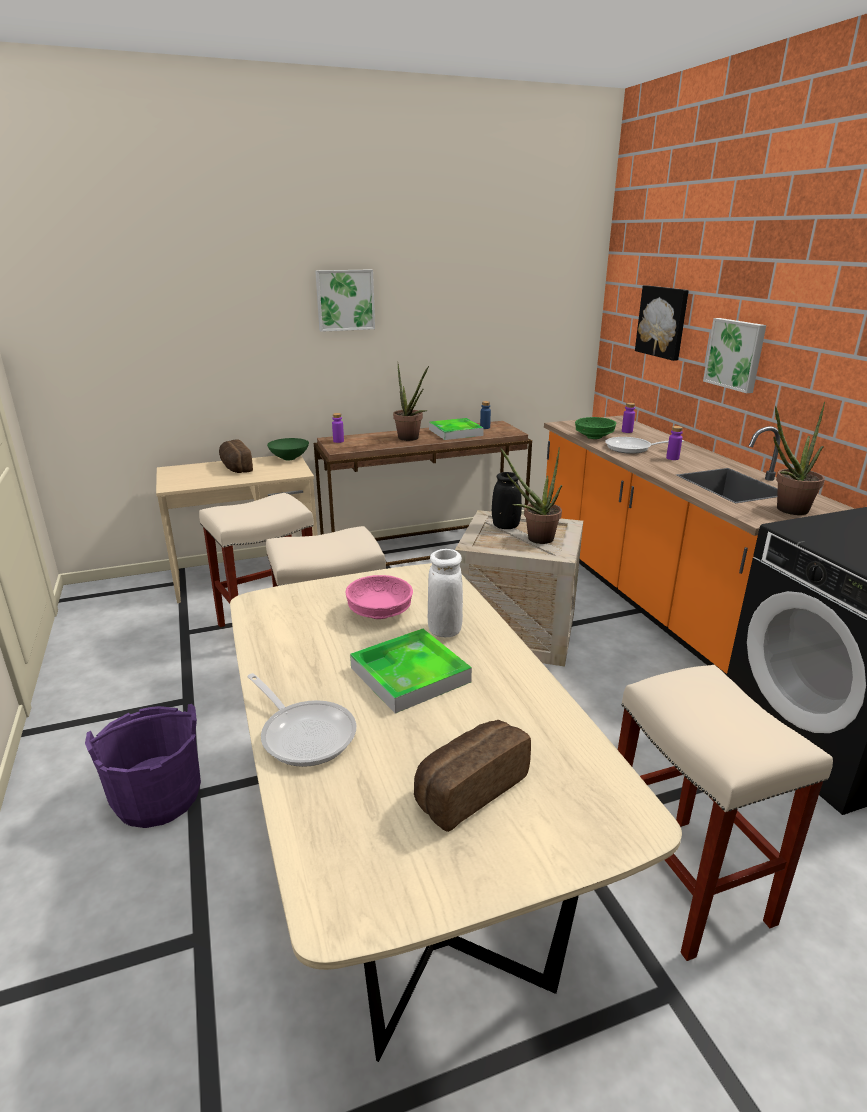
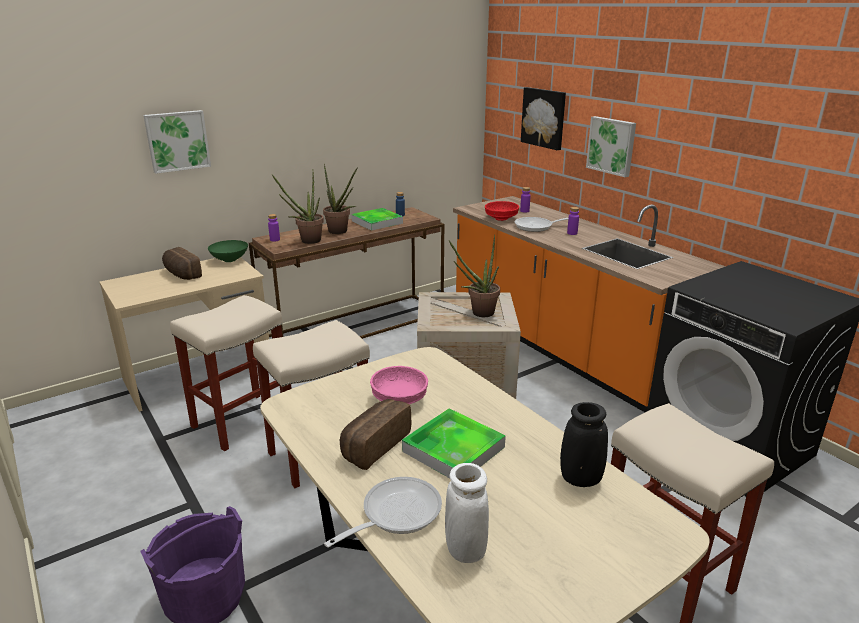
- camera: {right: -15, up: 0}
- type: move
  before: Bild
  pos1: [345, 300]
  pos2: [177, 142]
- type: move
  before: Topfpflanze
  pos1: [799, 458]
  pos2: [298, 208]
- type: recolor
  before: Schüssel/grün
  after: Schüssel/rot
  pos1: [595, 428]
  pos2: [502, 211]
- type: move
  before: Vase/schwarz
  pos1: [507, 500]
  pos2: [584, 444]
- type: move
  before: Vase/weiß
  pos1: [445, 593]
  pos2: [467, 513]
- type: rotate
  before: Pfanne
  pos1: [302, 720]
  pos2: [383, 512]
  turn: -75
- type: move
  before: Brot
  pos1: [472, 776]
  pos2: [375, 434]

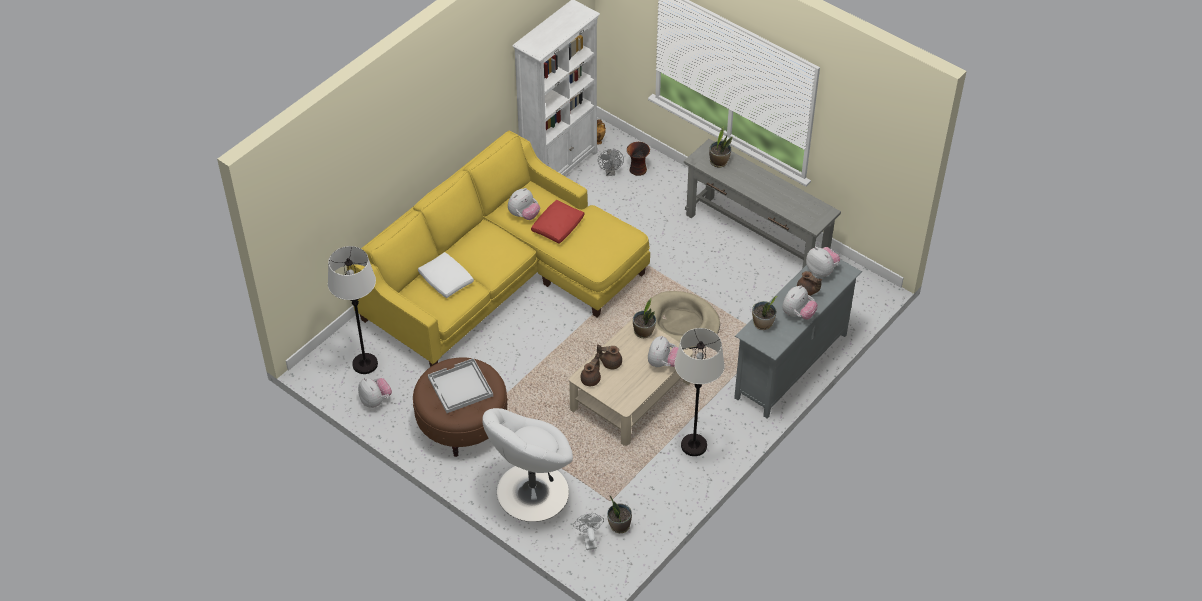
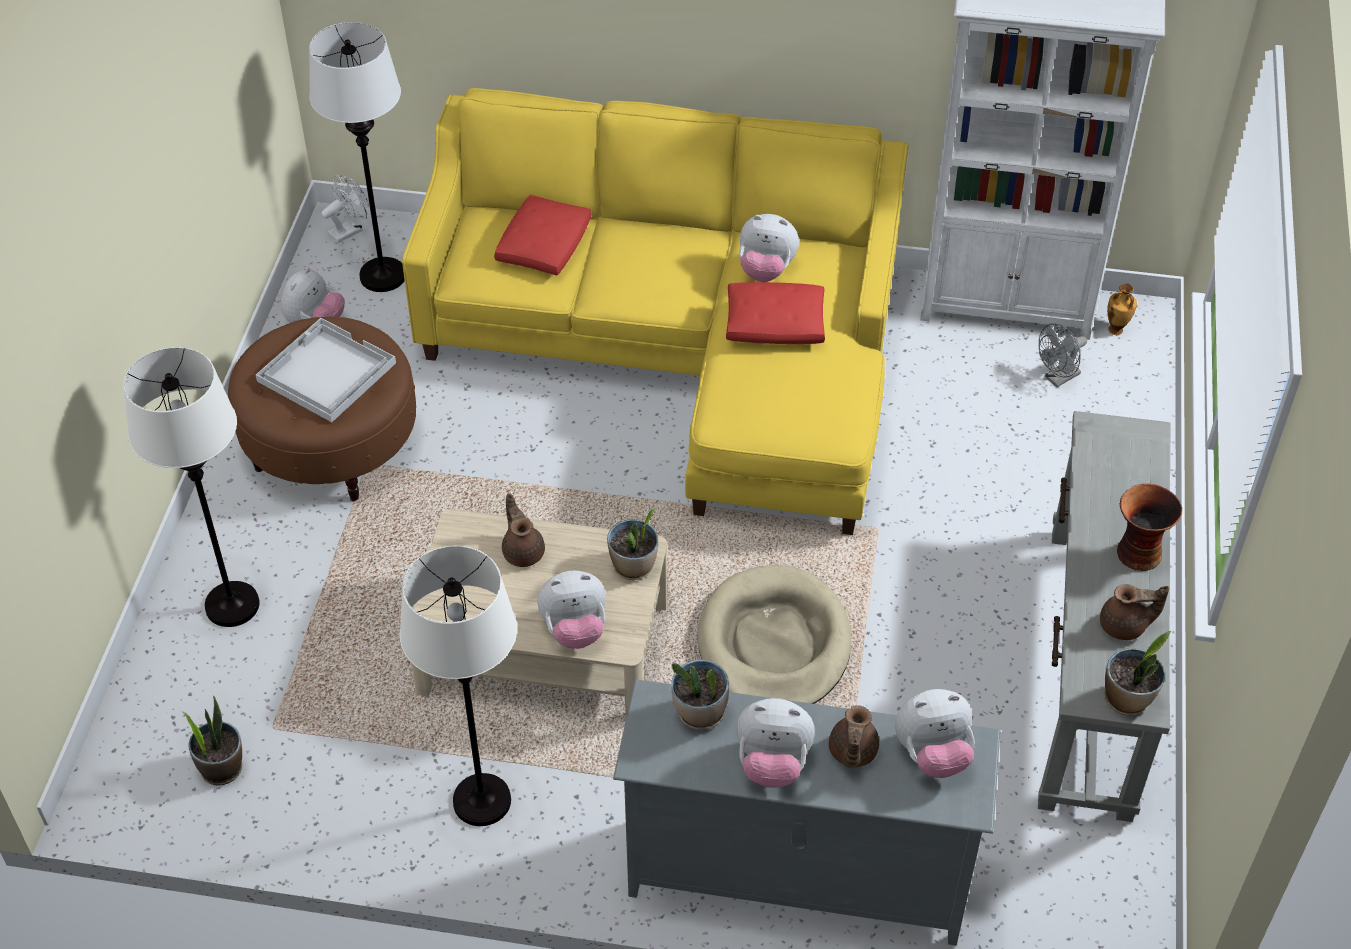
- camera: {right: 60, up: 0}
- type: move
  before: Topfpflanze
  pos1: [720, 147]
  pos2: [1137, 673]
- type: move
  before: Vase
  pos1: [638, 159]
  pos2: [1149, 527]
- type: rotate
  before: Plüschtier
  pos1: [823, 262]
  pos2: [935, 733]
  turn: 60
- type: recolor
  before: Kissen/weiß
  after: Kissen/rot
  pos1: [446, 275]
  pos2: [543, 235]
- type: move
  before: Teekanne/braun
  pos1: [590, 369]
  pos2: [1134, 612]
- type: replace
  before: Sessel/weiß
  after: Stehlampe/weiß
  pos1: [527, 465]
  pos2: [191, 487]
- type: move
  before: Ventilator/weiß
  pos1: [588, 531]
  pos2: [345, 209]

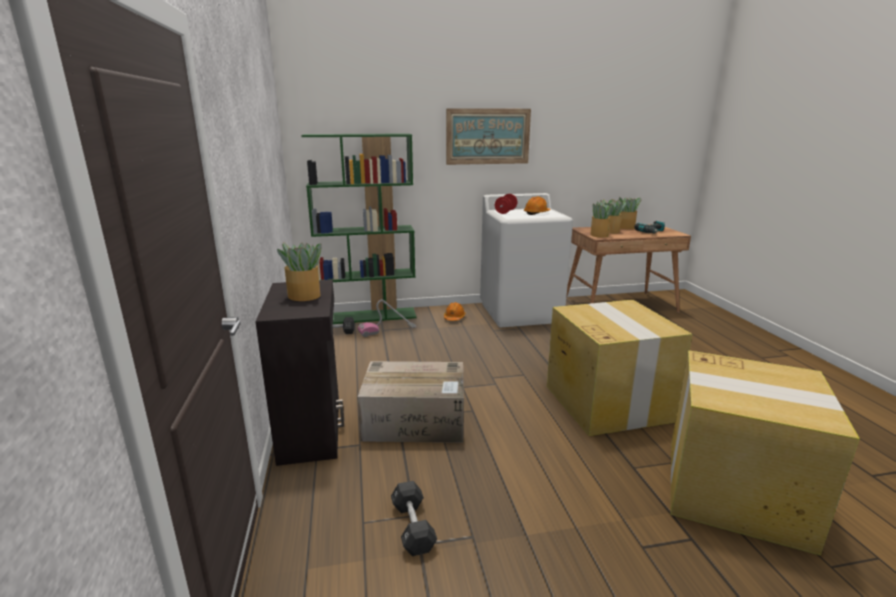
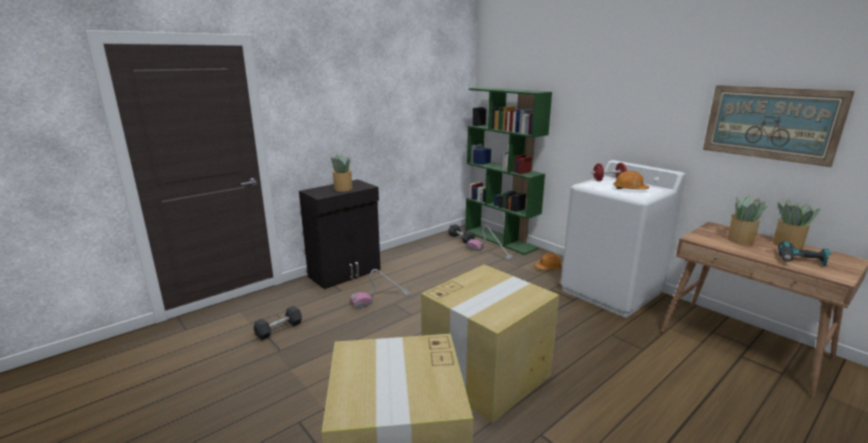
- camera: {right: 60, up: 0}
- type: move
  before: Bild
  pos1: [488, 136]
  pos2: [779, 126]
- type: delete
  before: Topfpflanze
  pos1: [601, 219]
- type: replace
  before: Karton
  after: Staubsauger
  pos1: [410, 402]
  pos2: [380, 289]

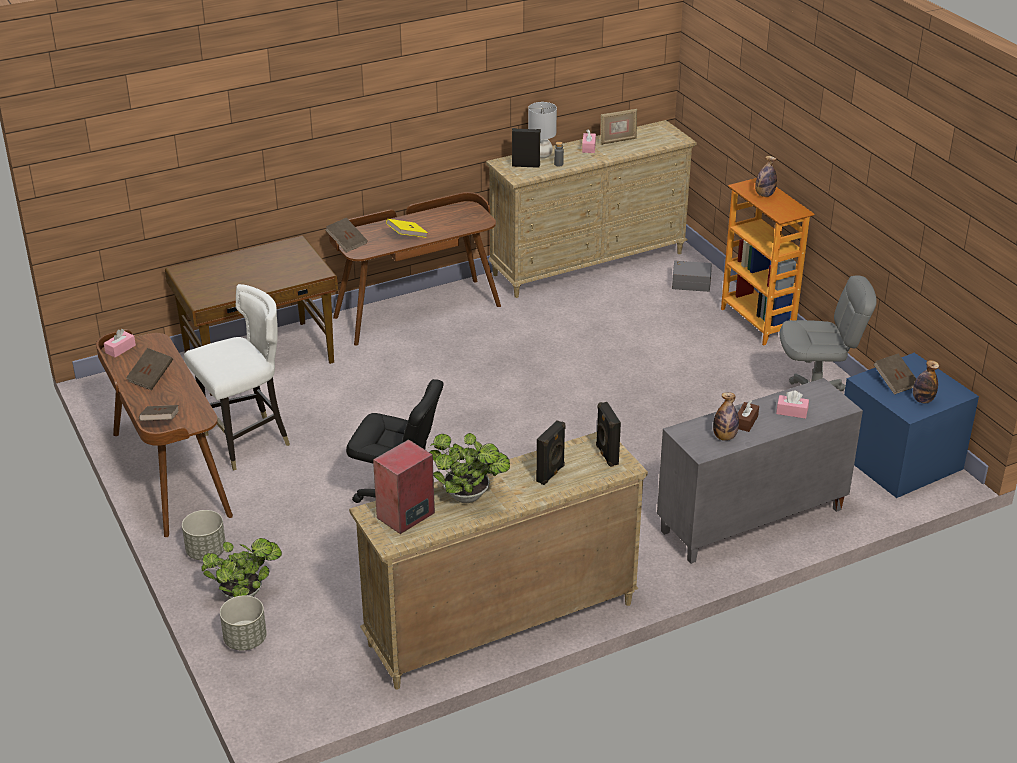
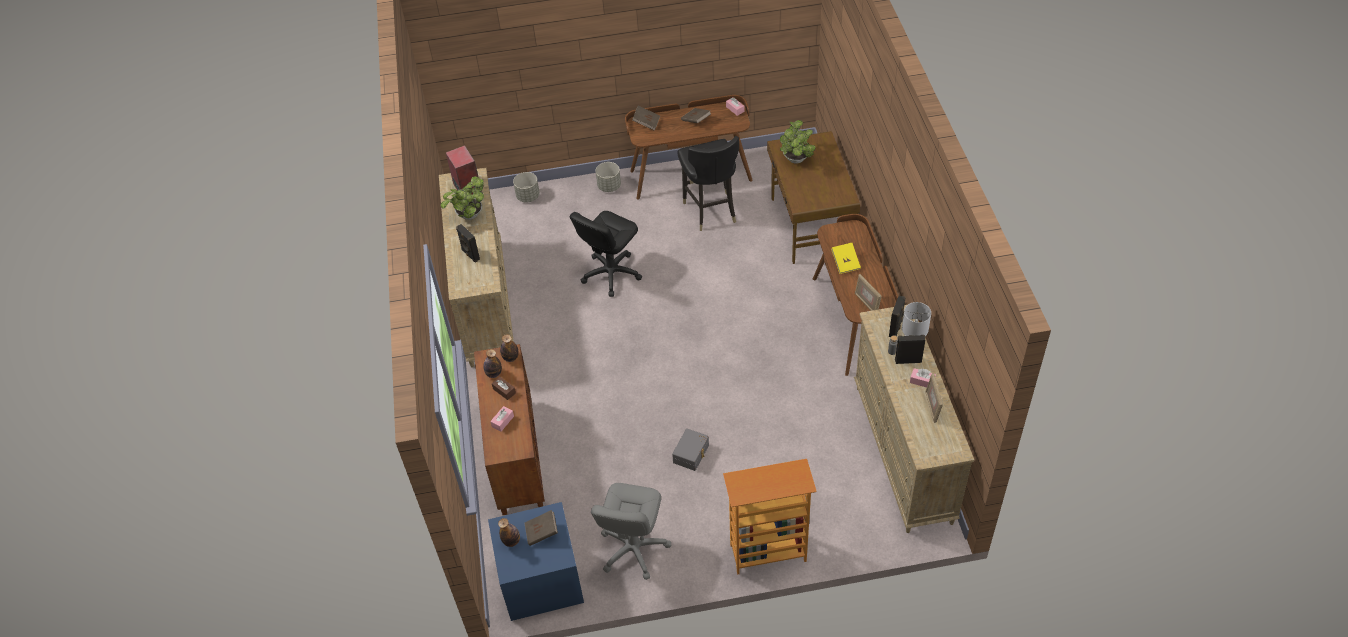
- camera: {right: 110, up: 15}
- type: move
  before: Flasche
  pos1: [766, 176]
  pos2: [509, 348]
- type: delete
  before: Buch/braun
  pos1: [347, 235]
- type: move
  before: Aufbewahrungsbox/grau
  pos1: [692, 276]
  pos2: [690, 449]
- type: recolor
  before: Stuhl/weiß
  after: Stuhl/schwarz
  pos1: [237, 377]
  pos2: [708, 183]
- type: recolor
  before: Schrank/grau
  after: Schrank/braun
  pos1: [760, 471]
  pos2: [509, 429]
- type: move
  before: Lautsprecher/schwarz
  pos1: [608, 434]
  pos2: [910, 349]
- type: move
  before: Topfpflanze
  pos1: [242, 568]
  pos2: [798, 142]
- type: insert
  after: Bilderrahmen
  pos2: [868, 292]

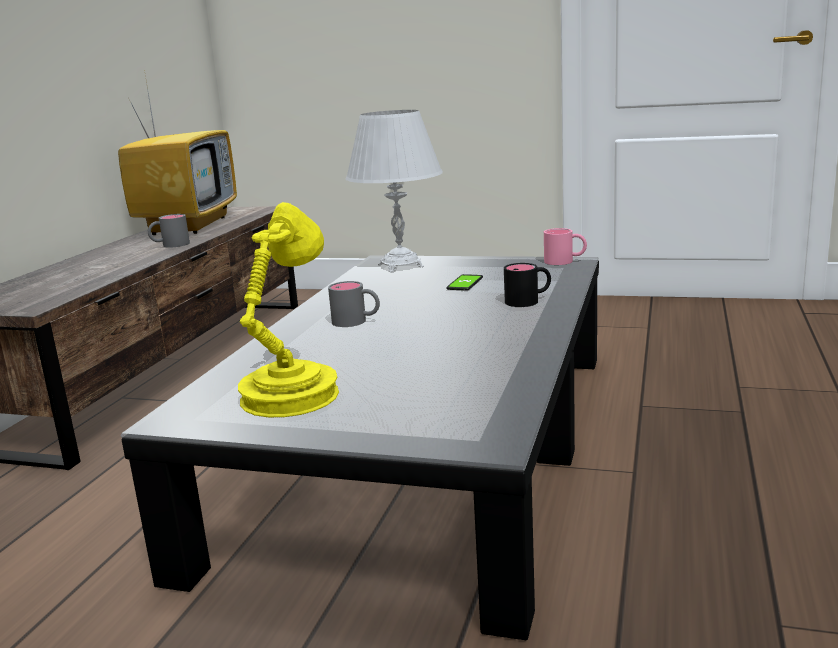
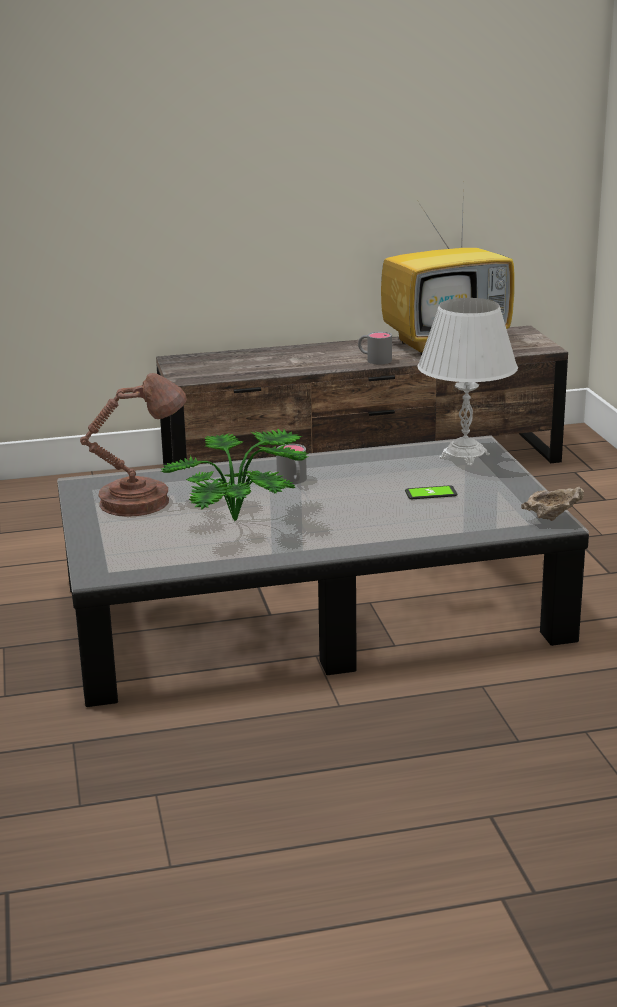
- camera: {right: 60, up: 5}
- type: recolor
  before: Tischlampe/gelb
  after: Tischlampe/braun
  pos1: [288, 309]
  pos2: [133, 445]
- type: replace
  before: Henkelbecher/rosa
  after: Schüssel/beige
  pos1: [565, 246]
  pos2: [552, 504]
- type: delete
  before: Henkelbecher/schwarz
  pos1: [527, 285]
- type: insert
  after: Topfpflanze
  pos2: [235, 475]

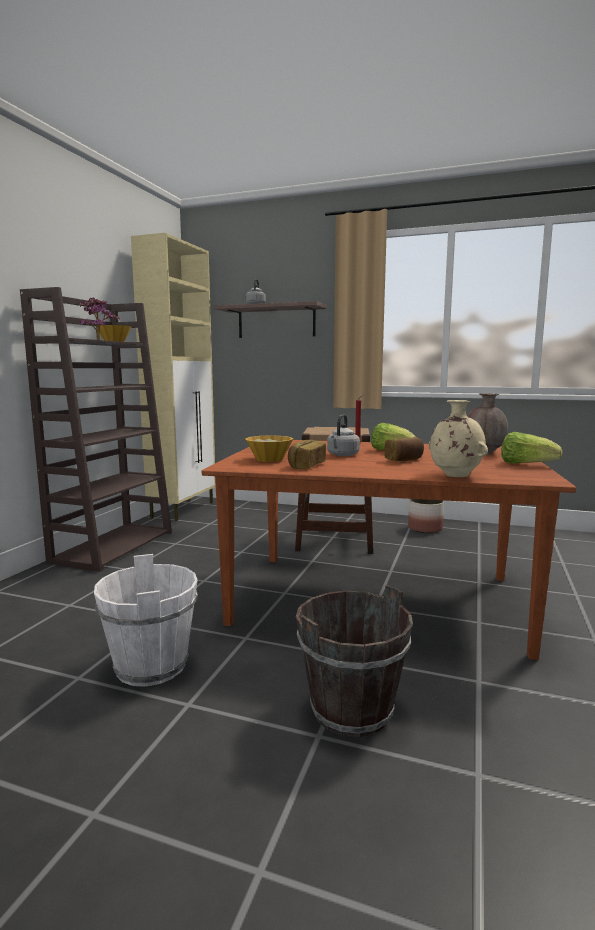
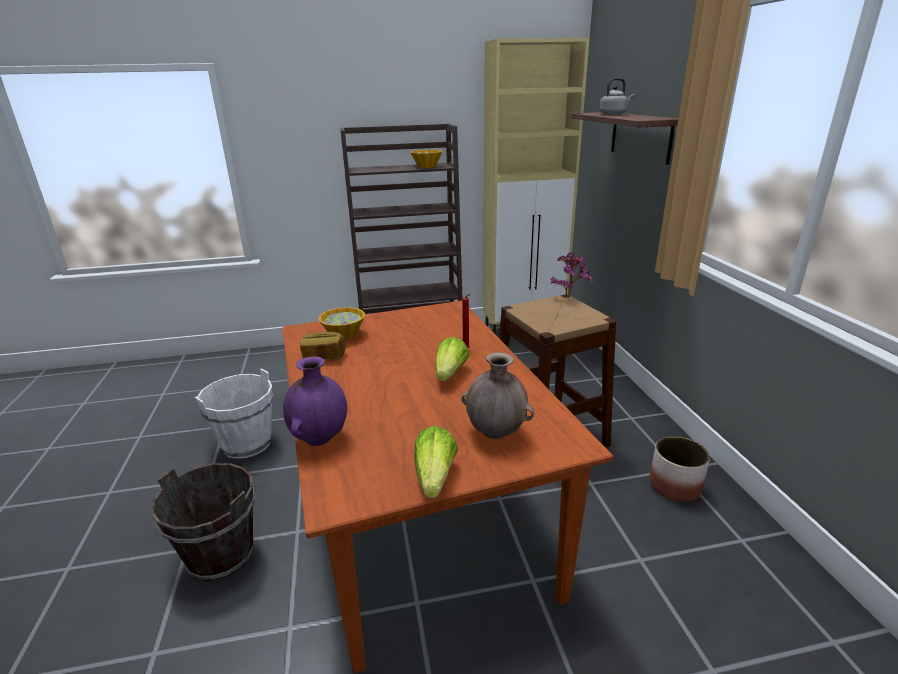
- camera: {right: 60, up: 15}
- type: move
  before: Topfpflanze
  pos1: [100, 319]
  pos2: [571, 275]
- type: recolor
  before: Vase/beige
  after: Vase/lila
  pos1: [458, 438]
  pos2: [315, 401]
- type: delete
  before: Wasserkessel/grau
  pos1: [343, 435]
- type: delete
  before: Brot
  pos1: [404, 449]

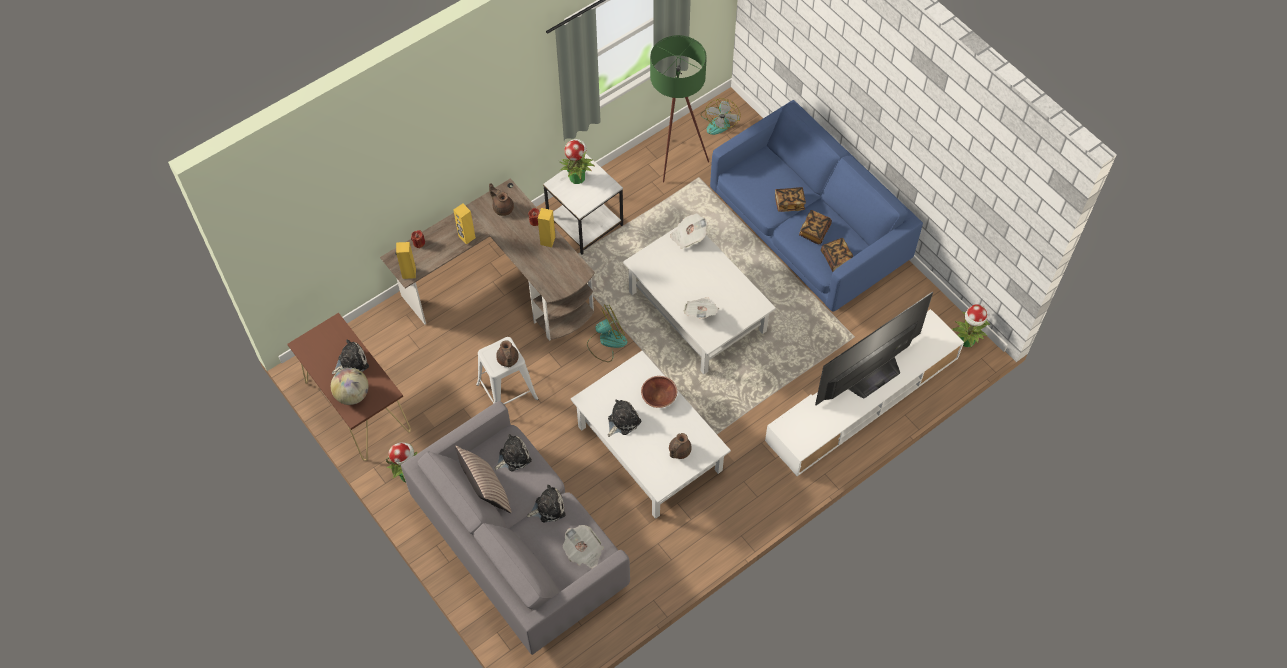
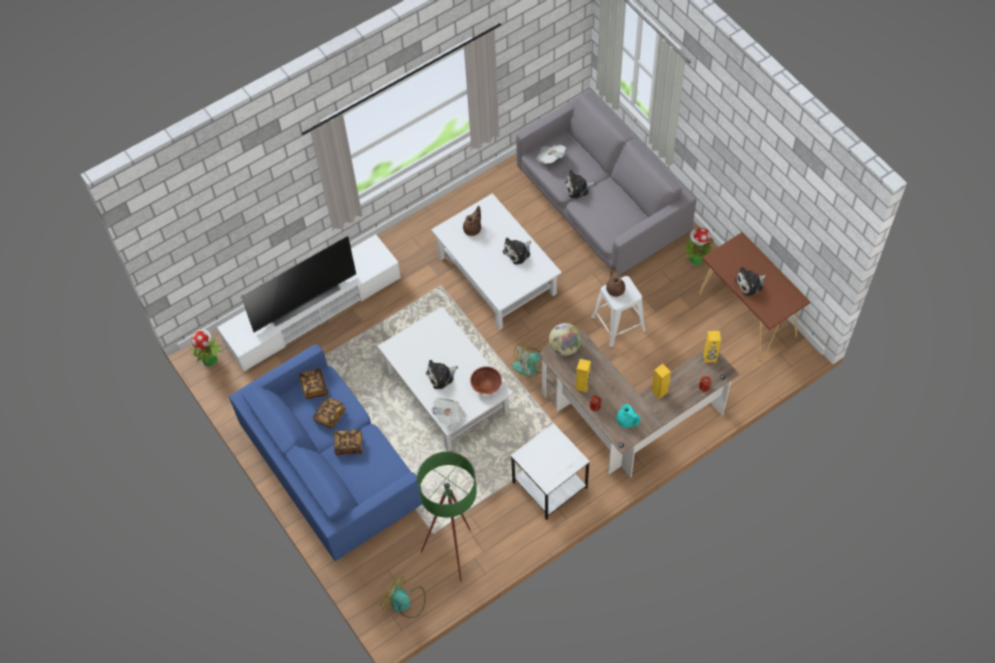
- camera: {right: -175, up: 0}
- type: rotate
  before: Ventilator
  pos1: [721, 117]
  pos2: [403, 597]
  turn: -75
- type: delete
  before: Topfpflanze
  pos1: [577, 161]
- type: recolor
  before: Teekanne/braun
  after: Teekanne/türkis
  pos1: [501, 199]
  pos2: [628, 416]
- type: delete
  before: Zeitung
  pos1: [701, 308]
- type: move
  before: Globus
  pos1: [350, 386]
  pos2: [565, 339]
- type: move
  before: Schüssel/braun
  pos1: [659, 392]
  pos2: [486, 380]
- type: move
  before: Plüschtier
  pos1: [513, 452]
  pos2: [442, 374]
- type: delete
  before: Kissen
  pos1: [483, 479]

